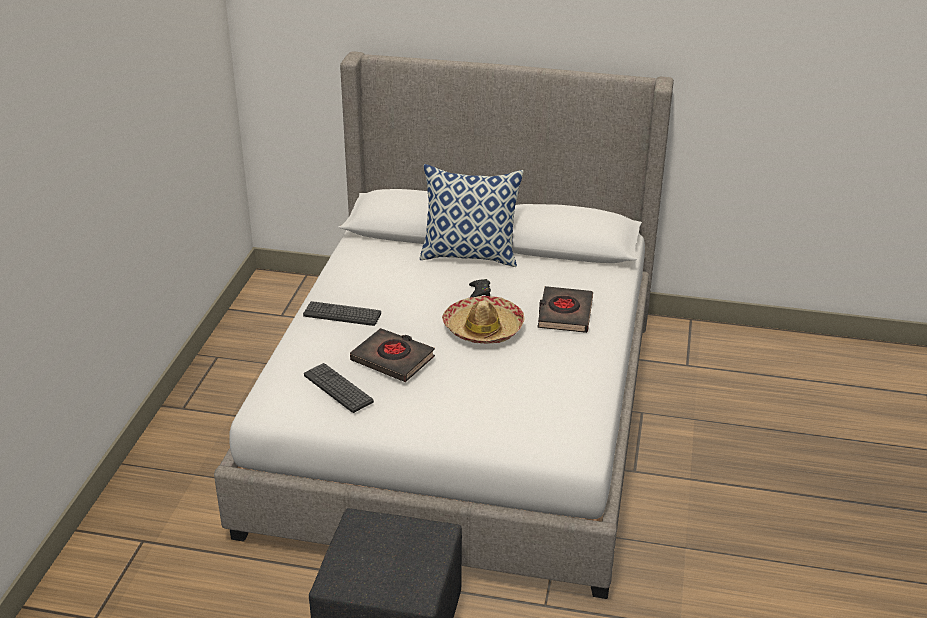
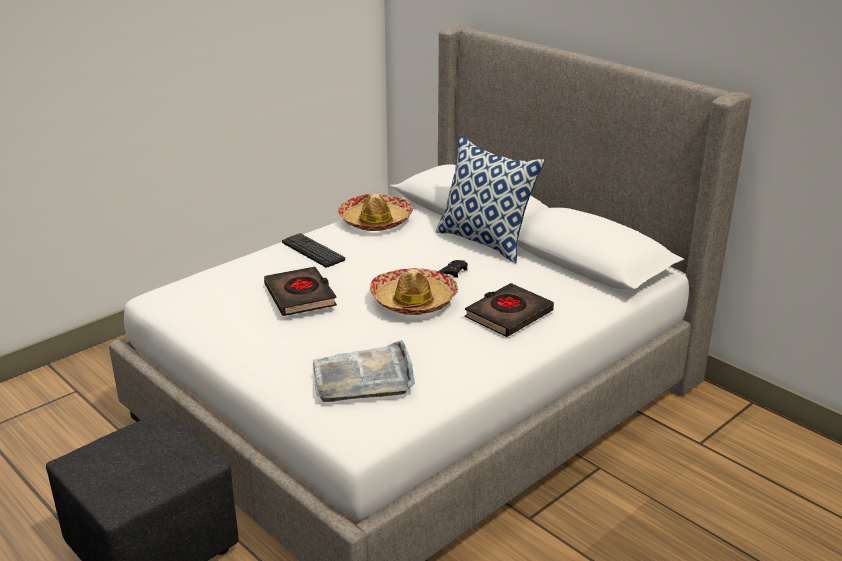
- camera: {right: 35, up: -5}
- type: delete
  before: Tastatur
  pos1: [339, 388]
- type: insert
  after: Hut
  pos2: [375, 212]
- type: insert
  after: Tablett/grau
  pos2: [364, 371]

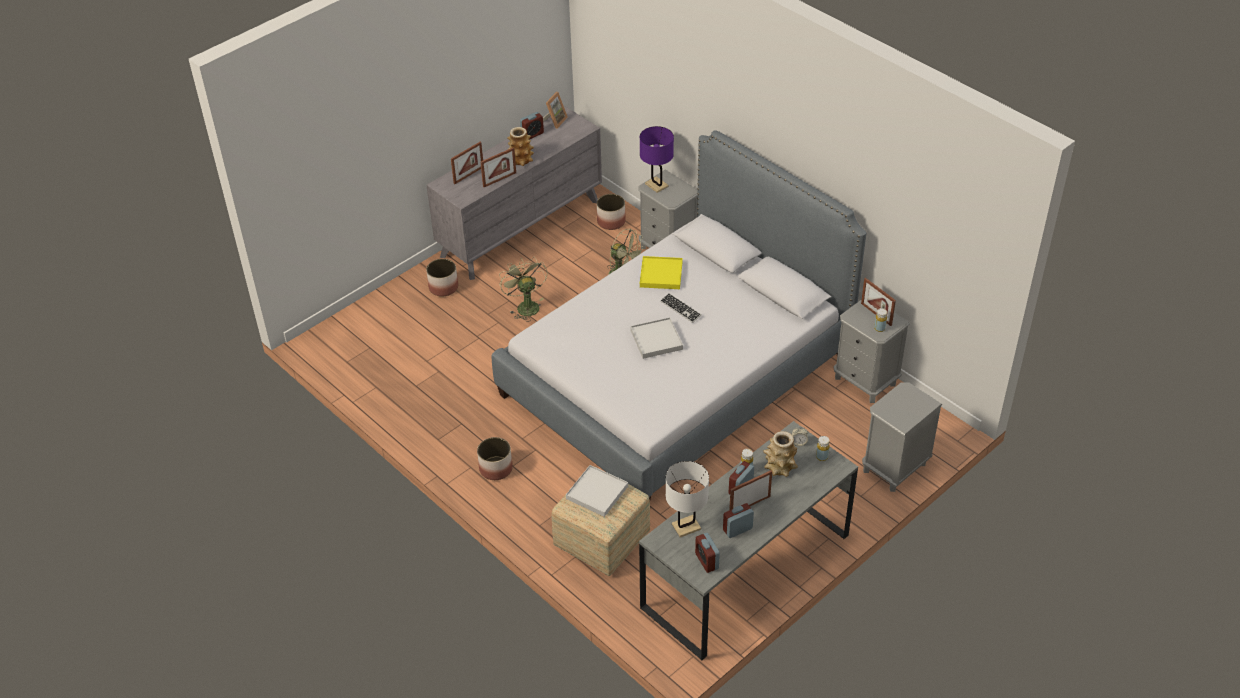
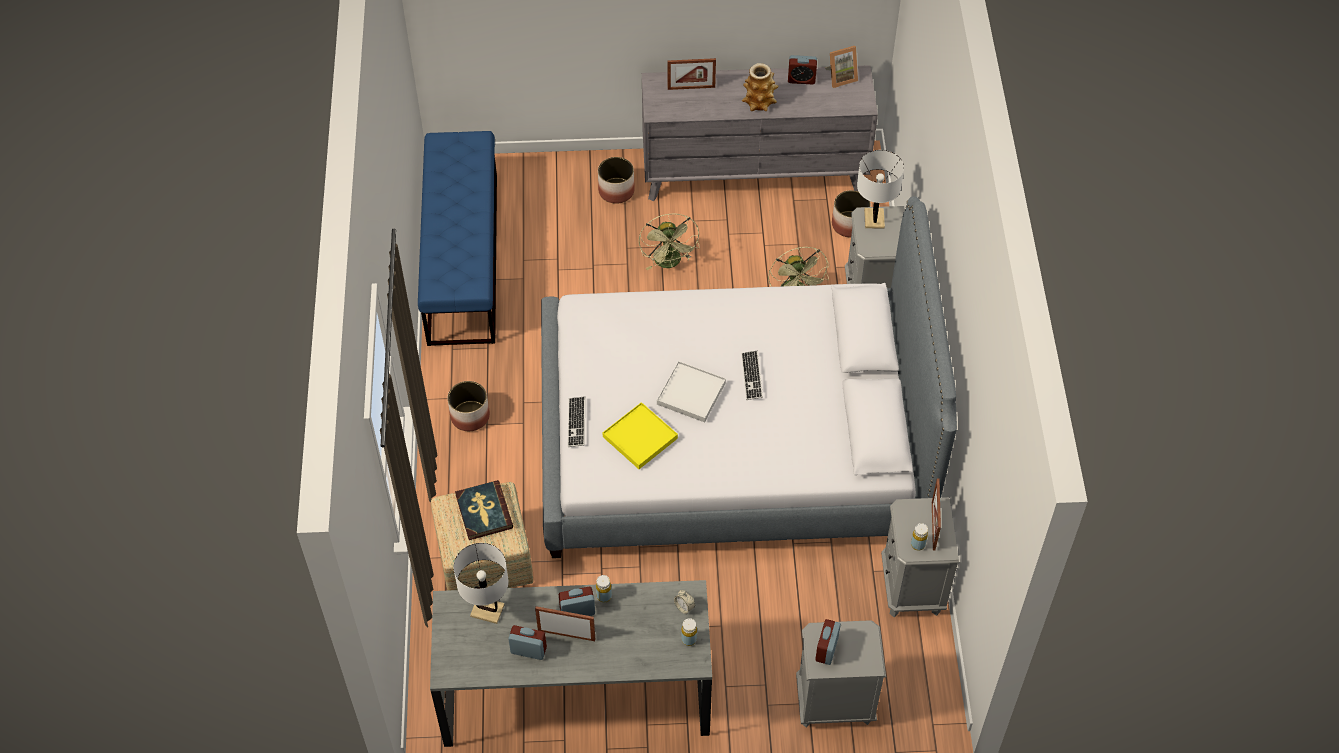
- camera: {right: 40, up: 10}
- type: recolor
  before: Tischlampe/lila
  after: Tischlampe/weiß
  pos1: [657, 159]
  pos2: [880, 189]
- type: delete
  before: Bilderrahmen
  pos1: [498, 167]
- type: move
  before: Tablett/gelb
  pos1: [661, 272]
  pos2: [640, 435]
- type: rotate
  before: Ventilator/grün
  pos1: [523, 289]
  pos2: [669, 241]
  turn: 150
- type: delete
  before: Vase
  pos1: [780, 454]
- type: replace
  before: Tablett/weiß
  after: Buch
  pos1: [597, 491]
  pos2: [484, 510]
- type: move
  before: Wecker
  pos1: [707, 553]
  pos2: [828, 642]
- type: insert
  after: Bank/blau
  pos2: [457, 238]
- type: insert
  after: Tastatur
  pos2: [576, 421]

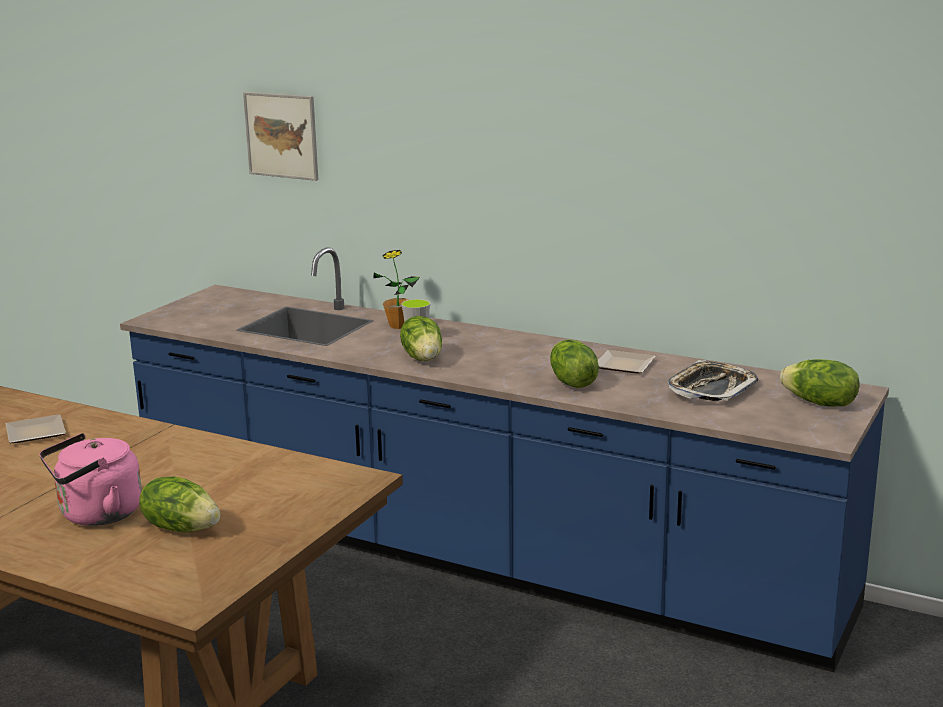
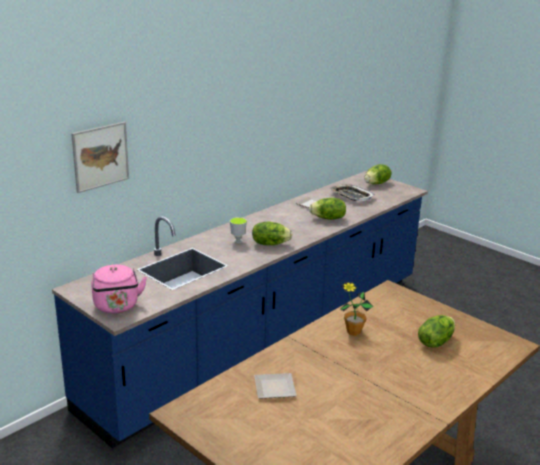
- camera: {right: -75, up: 5}
- type: move
  before: Topfpflanze
  pos1: [396, 289]
  pos2: [356, 309]
- type: move
  before: Wasserkessel/rosa
  pos1: [90, 479]
  pos2: [119, 289]

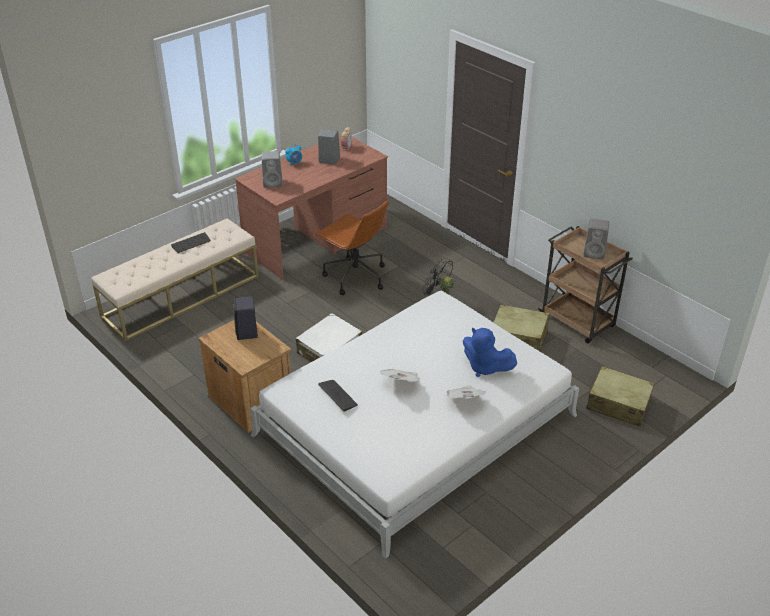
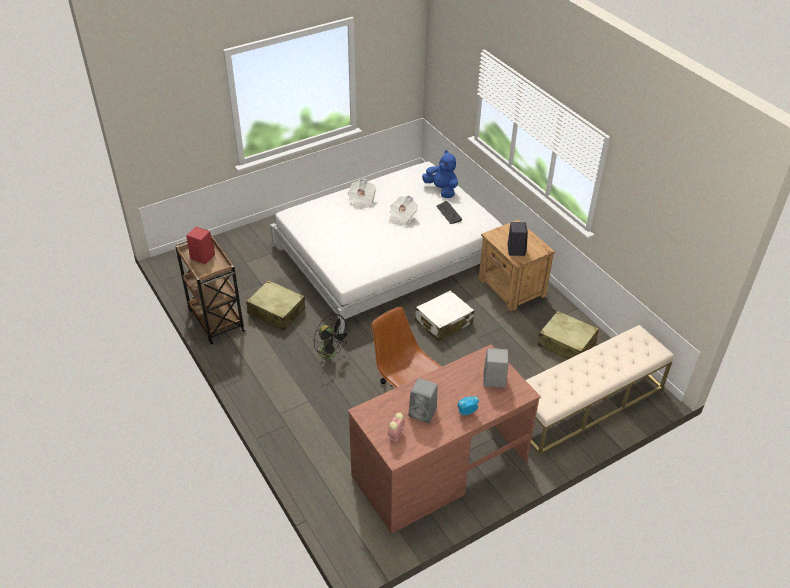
- camera: {right: -170, up: 5}
- type: recolor
  before: Lautsprecher/grau
  after: Lautsprecher/rot
  pos1: [596, 239]
  pos2: [200, 245]
- type: delete
  before: Tastatur
  pos1: [191, 242]
- type: move
  before: Plüschtier/blau
  pos1: [490, 352]
  pos2: [440, 174]
- type: move
  before: Koffer/beige
  pos1: [620, 396]
  pos2: [568, 335]

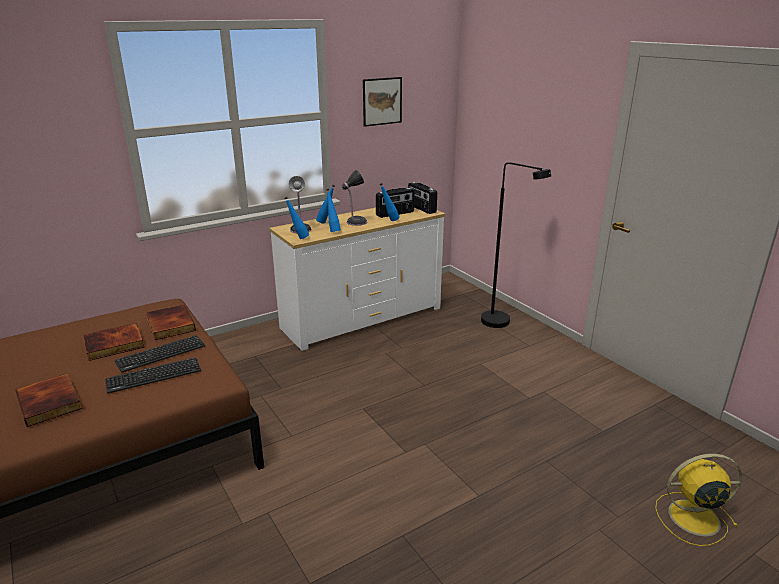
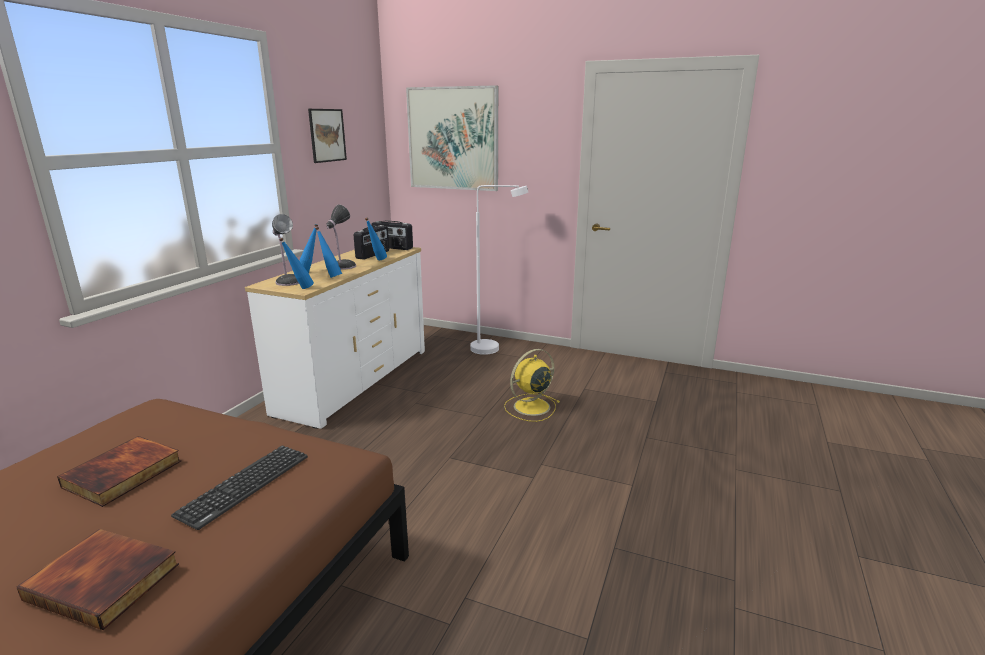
- camera: {right: -35, up: -5}
- type: recolor
  before: Stehlampe/schwarz
  after: Stehlampe/weiß
  pos1: [516, 245]
  pos2: [499, 270]
- type: delete
  before: Buch
  pos1: [171, 322]
- type: delete
  before: Tastatur
  pos1: [160, 353]
- type: move
  before: Ventilator/gelb
  pos1: [698, 500]
  pos2: [532, 385]
- type: insert
  after: Bild
  pos2: [452, 138]

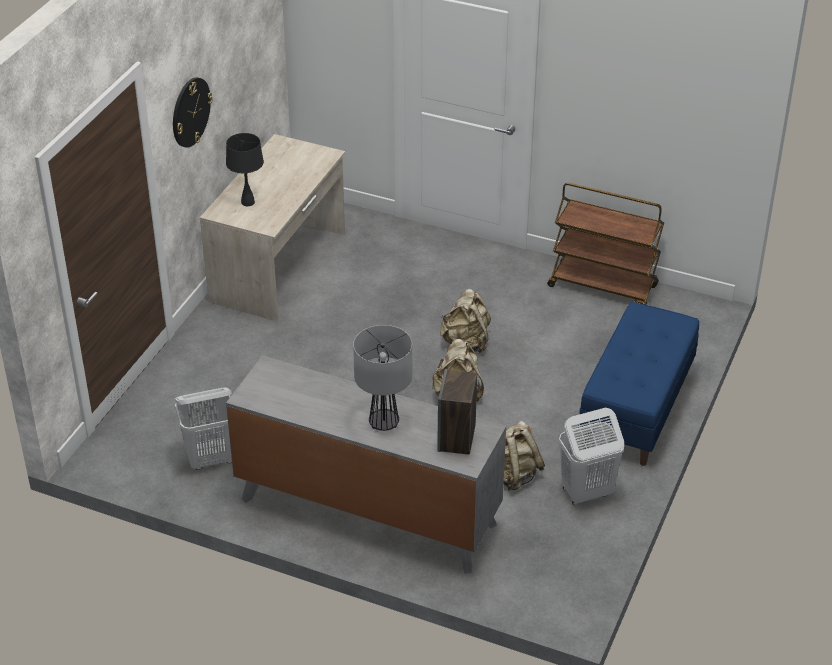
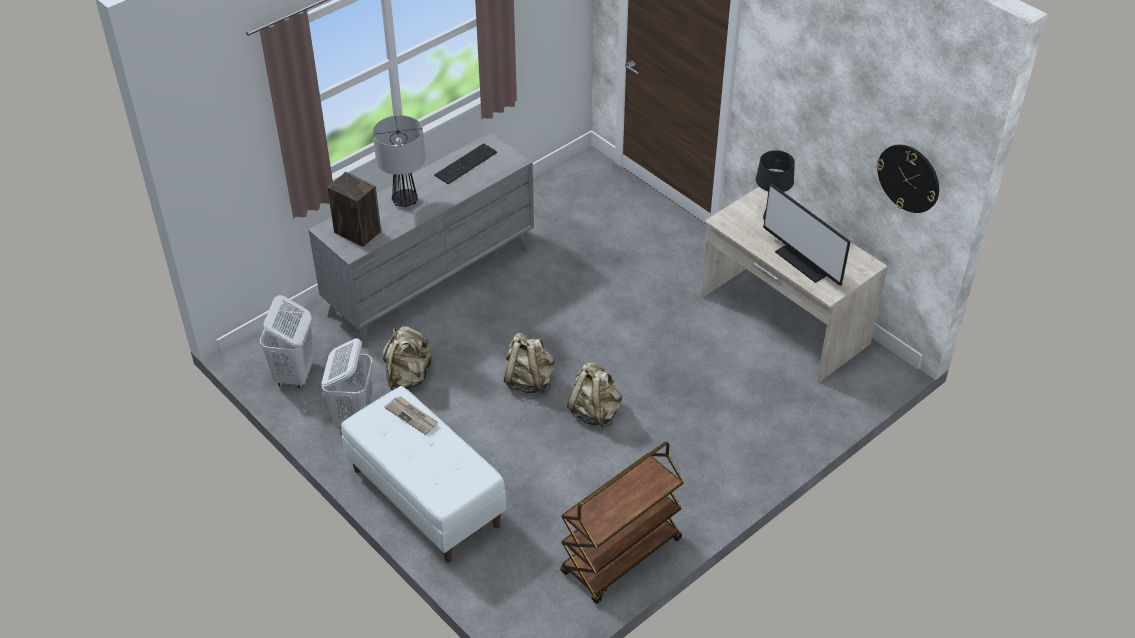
- camera: {right: 115, up: 5}
- type: move
  before: Wanduhr
  pos1: [193, 112]
  pos2: [907, 178]
- type: recolor
  before: Bank/blau
  after: Bank/weiß
  pos1: [638, 384]
  pos2: [423, 474]
- type: move
  before: Wäschekorb/weiß
  pos1: [203, 428]
  pos2: [287, 342]
- type: insert
  after: Tastatur
  pos2: [465, 164]
- type: insert
  after: Monitor
  pos2: [807, 234]
- type: insert
  after: Zeitung
  pos2: [411, 415]

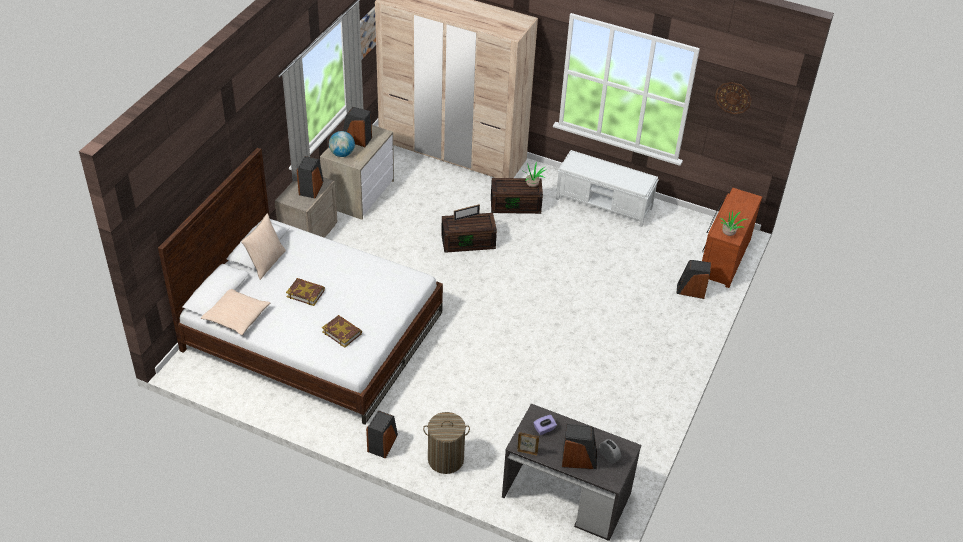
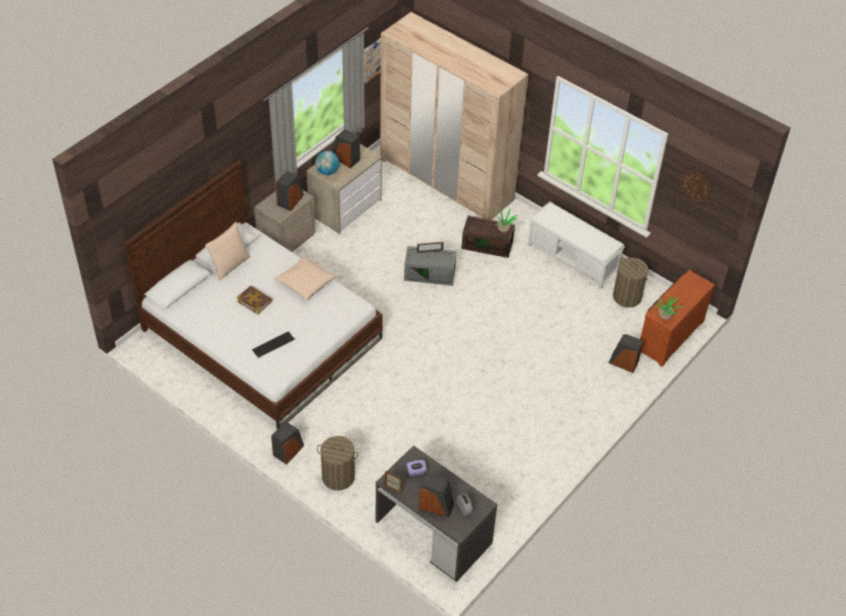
- camera: {right: 15, up: 5}
- type: recolor
  before: Aufbewahrungsbox/braun
  after: Aufbewahrungsbox/grau
  pos1: [469, 233]
  pos2: [430, 266]
- type: move
  before: Kissen/beige
  pos1: [235, 312]
  pos2: [305, 278]
- type: replace
  before: Buch
  after: Tastatur
  pos1: [342, 331]
  pos2: [273, 344]
- type: insert
  after: Wäschekorb
  pos2: [631, 282]

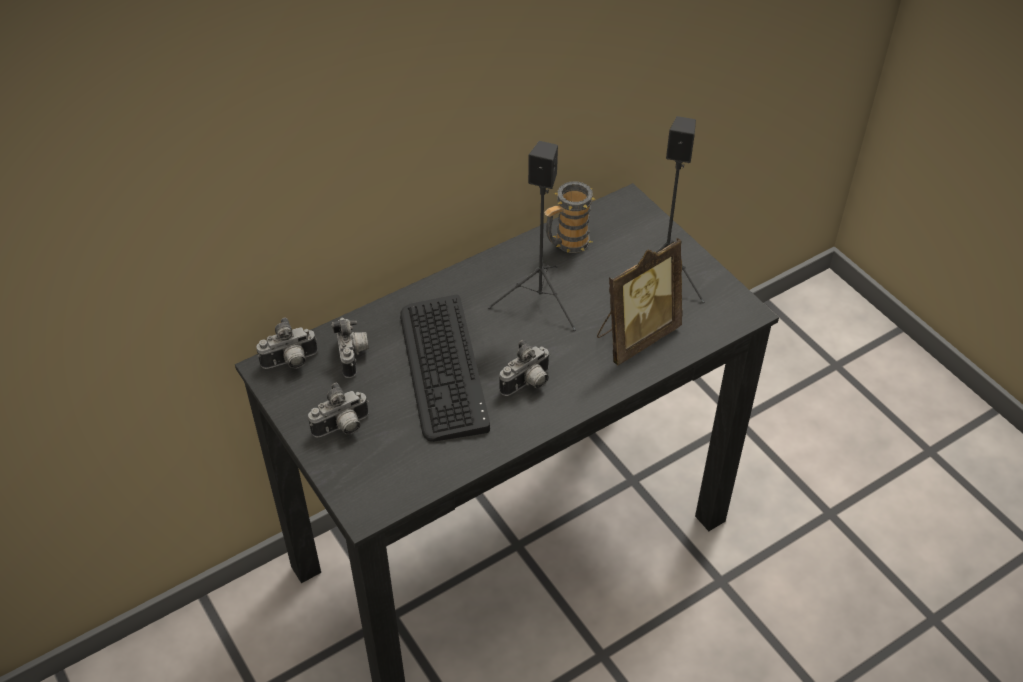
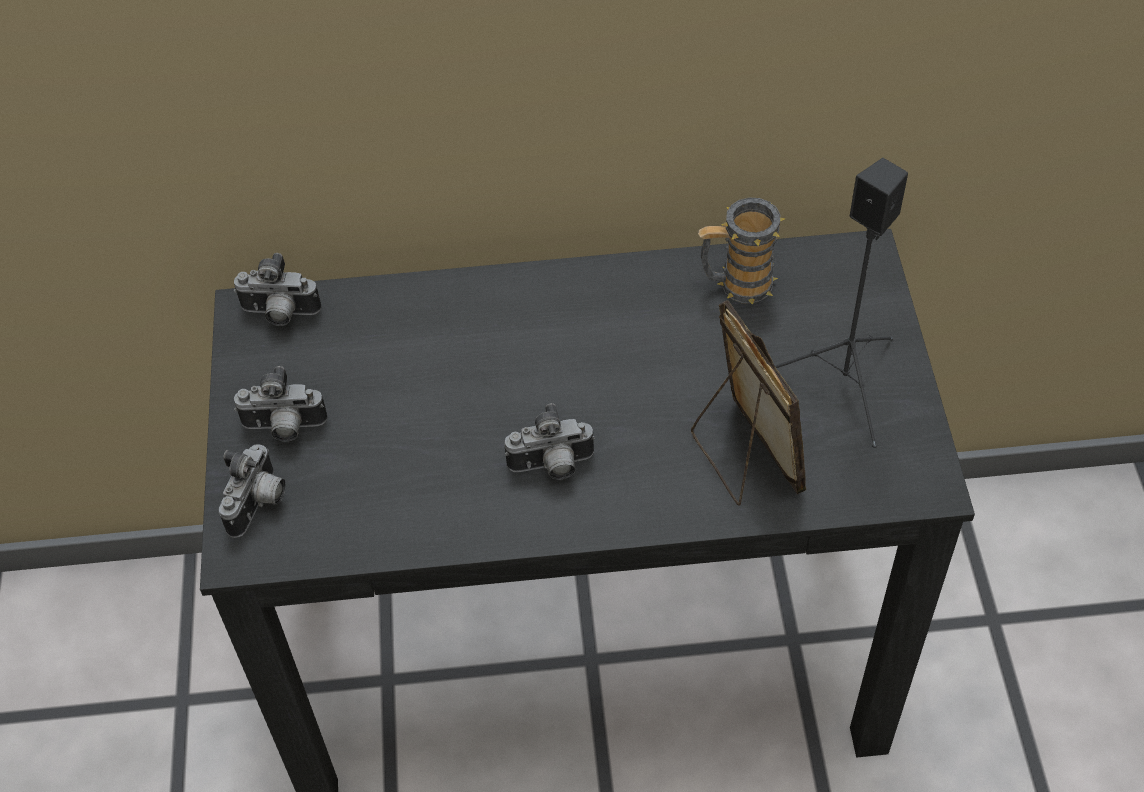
- camera: {right: 30, up: 5}
- type: delete
  before: Lautsprecher/schwarz
  pos1: [532, 236]
- type: rotate
  before: Bilderrahmen
  pos1: [640, 301]
  pos2: [748, 403]
  turn: -105
- type: delete
  before: Tastatur
  pos1: [445, 368]
- type: move
  before: Kamera
  pos1: [350, 348]
  pos2: [252, 491]

